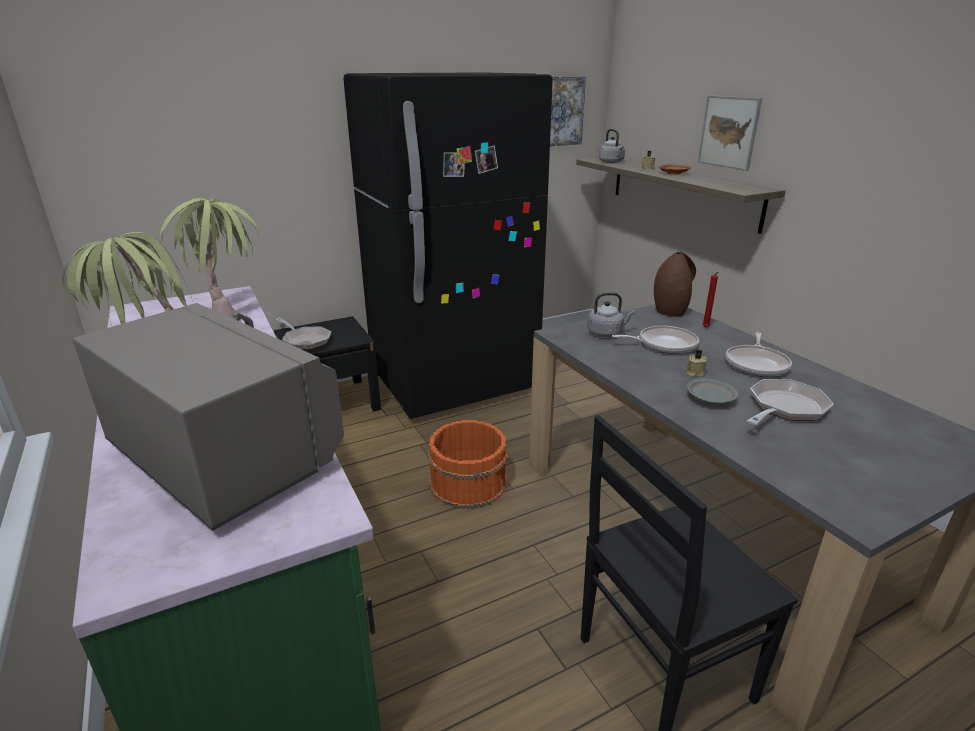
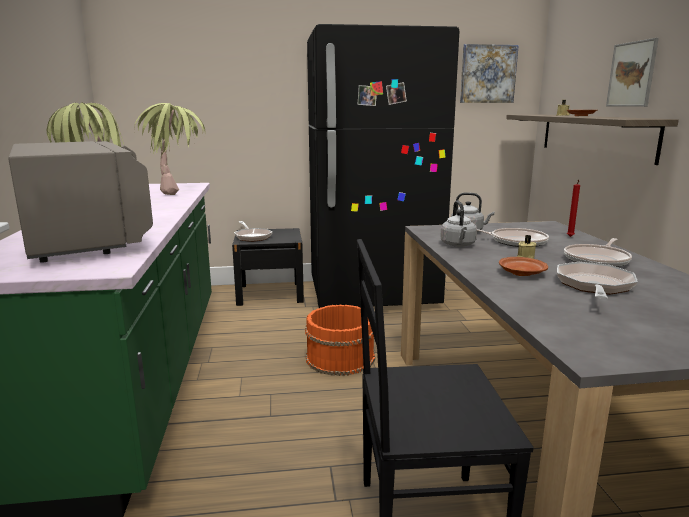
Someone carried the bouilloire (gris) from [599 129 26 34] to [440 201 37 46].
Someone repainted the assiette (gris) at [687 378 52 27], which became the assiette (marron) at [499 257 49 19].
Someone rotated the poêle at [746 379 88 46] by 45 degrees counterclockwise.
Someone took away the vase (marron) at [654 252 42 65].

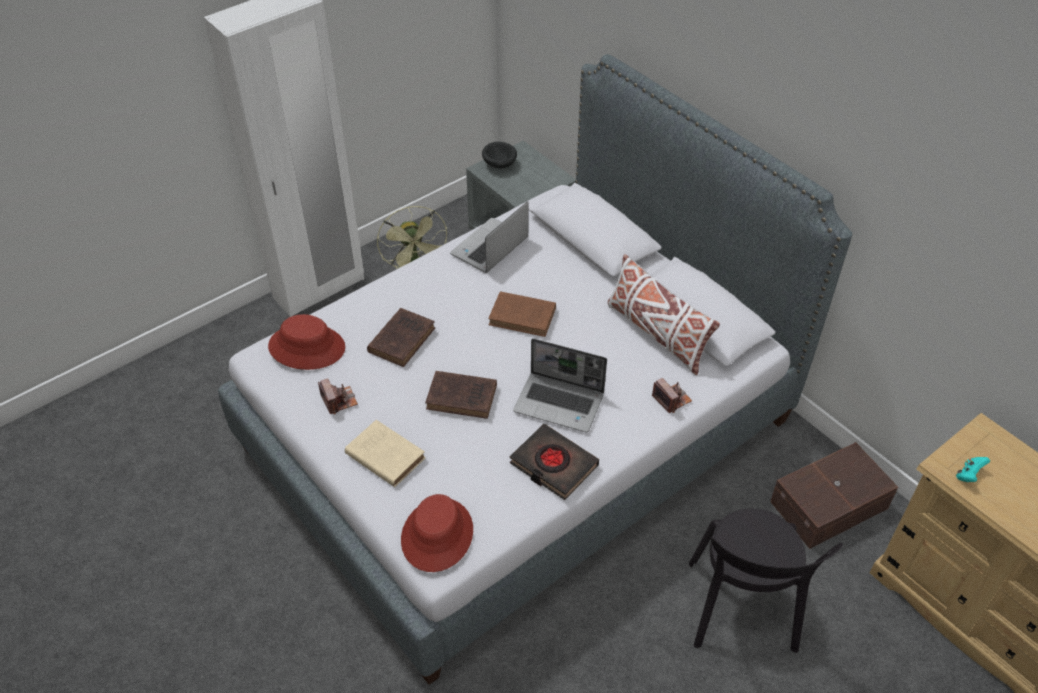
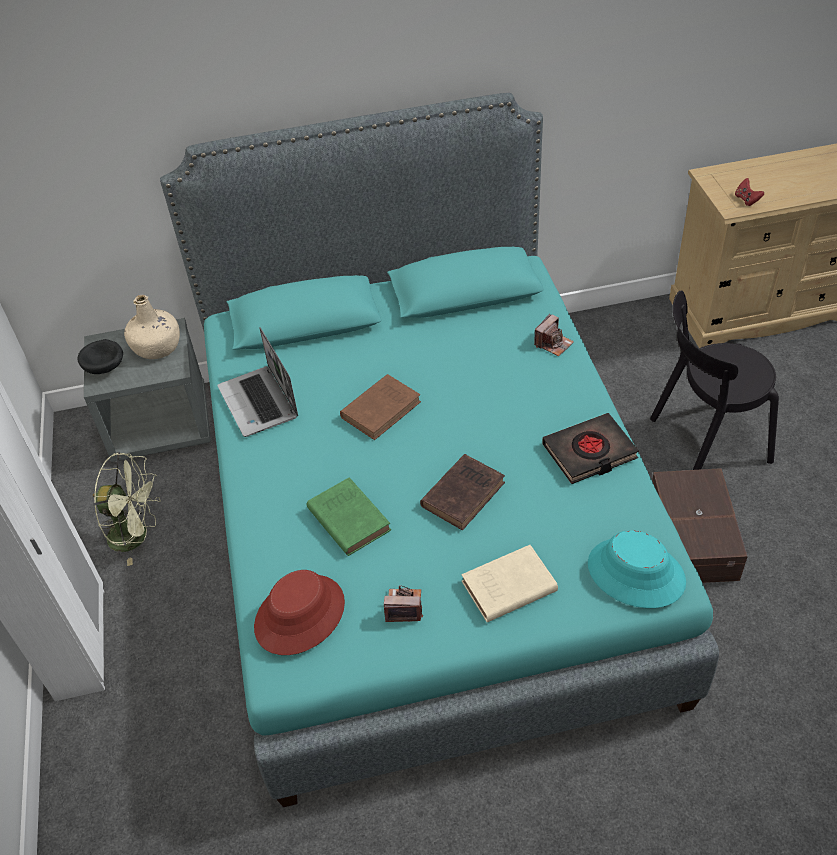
Someone put down the bouteille (beige) at [124 295 56 64].
Someone repainted the lit (gris) at [218 54 634 631], which became the lit (turquoise) at [160 93 559 714].
Someone repainted the livre (marron) at [367 308 69 59], which became the livre (vert) at [307 477 84 79].
Someone rotated the appareil photo at [652 378 40 35] by 135 degrees clockwise.
Someone repainted the chapeau (rouge) at [401 494 72 78], which became the chapeau (turquoise) at [588 530 98 78].
Someone rotated the chaise (noir) at [689 508 154 145] by 135 degrees clockwise.
Someone carried the boîte de rangement (marron) from [770 442 128 107] to [652 468 96 115].
Someone repainted the manette (turquoise) at [956 457 34 25], which became the manette (rouge) at [735 178 29 28].
Someone took away the ordinateur portable at [513 338 94 94].
Someone took away the coussin (blanc) at [608 254 112 121].

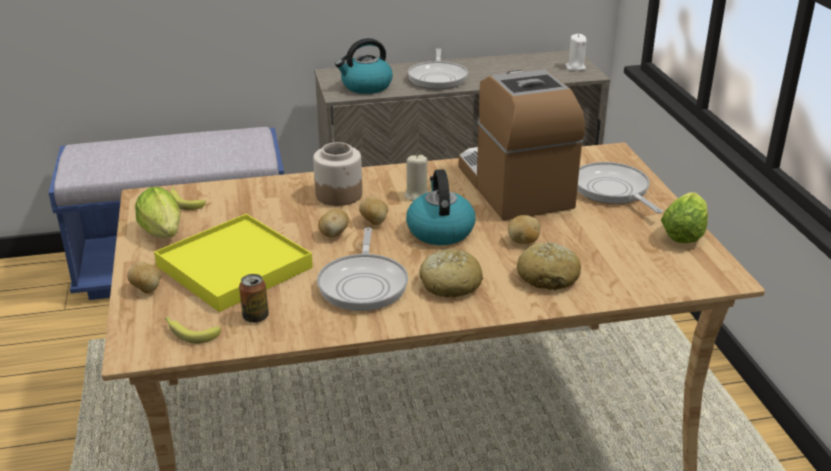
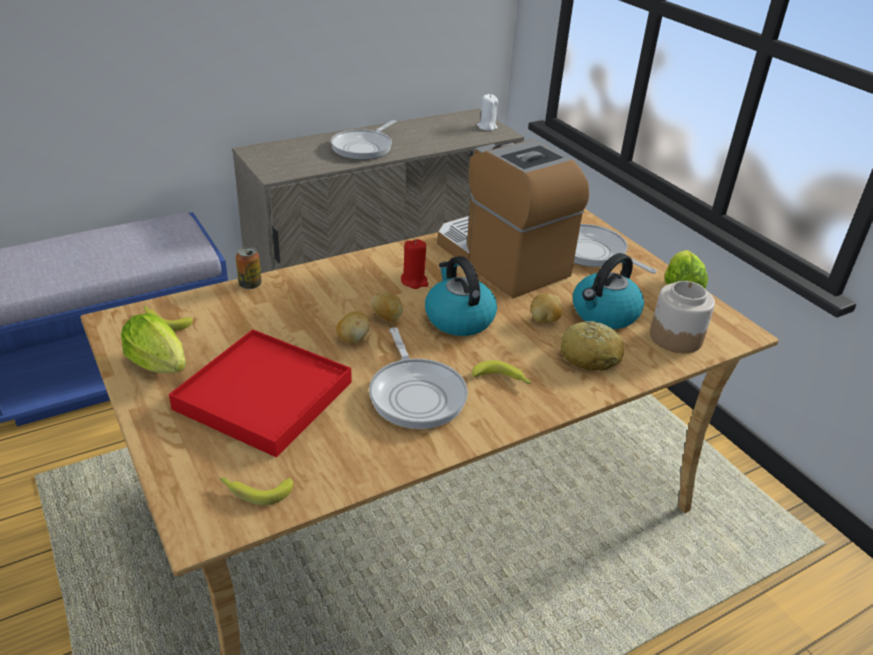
Someone repainted the plateau (jaune) at [154 214 159 98], which became the plateau (rouge) at [169 329 182 128].
Someone carried the boîte métallique from [239 274 30 49] to [236 246 26 43].
Someone rotated the poêle at [408 48 60 41] by 45 degrees clockwise.
Someone repainted the bougie (beige) at [404 154 25 47], which became the bougie (rouge) at [401 239 27 50].
Someone swapped the pain at [419 249 64 49] for the banane at [472 360 60 24].
Someone carried the bouilloire from [335 38 58 56] to [573 253 71 76].
Someone carried the bocal from [313 142 49 64] to [650 281 65 72].
Someone took away the pomme de terre at [127 262 35 31].

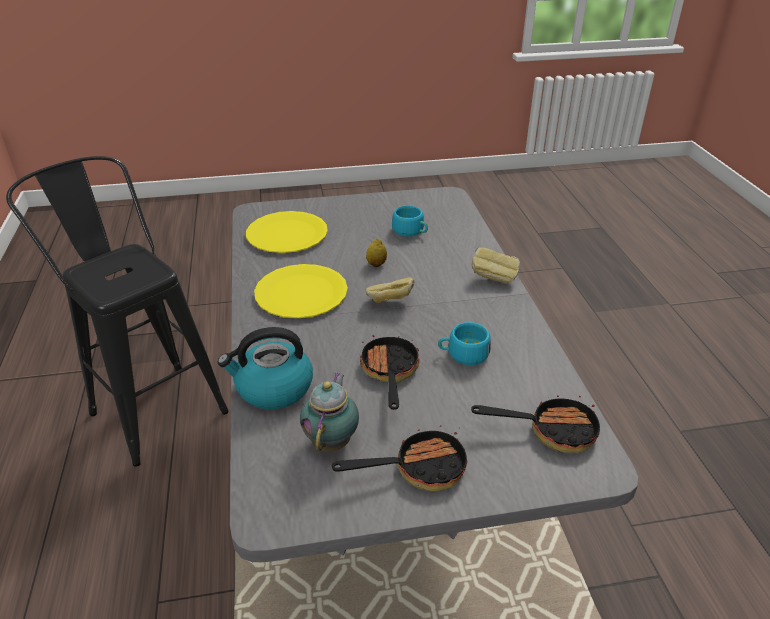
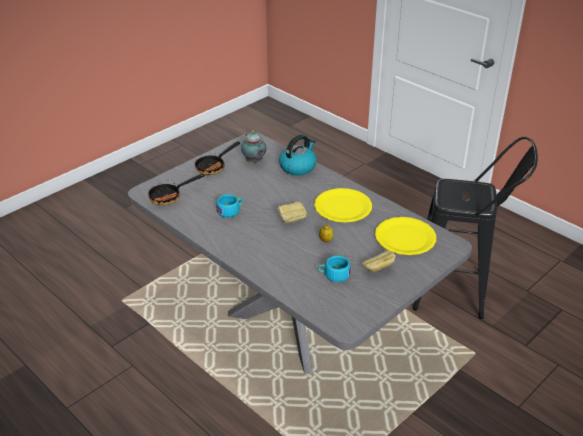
Someone carried the pain from [471 247 49 37] to [362 250 34 22].
Someone took away the poêle at [360 335 60 75].

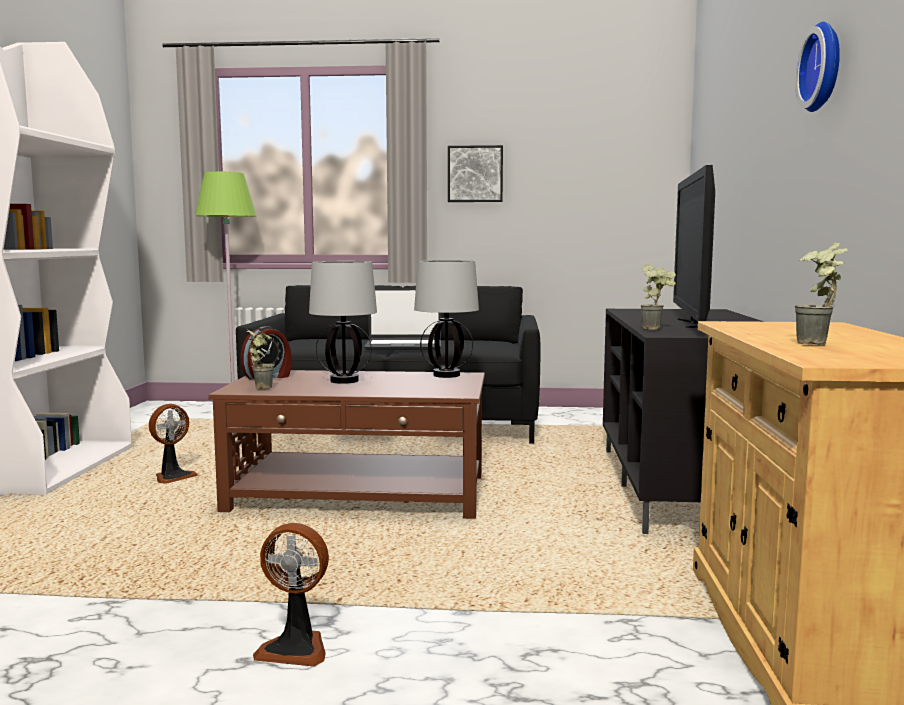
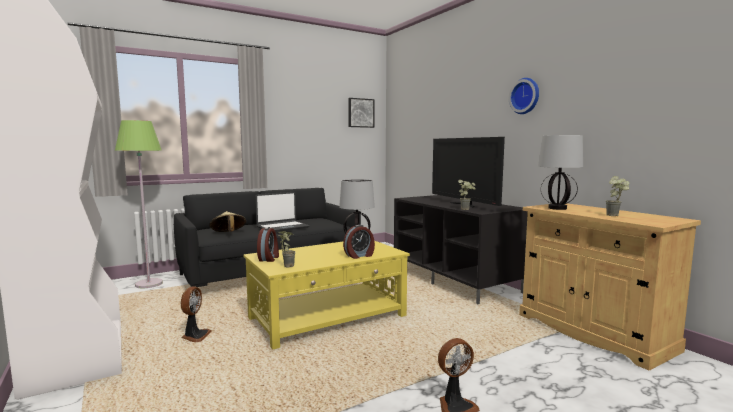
Someone put down the chapeau (beige) at [209 211 37 21].
Someone repainted the table basse (marron) at [208 370 277 149], which became the table basse (jaune) at [243 241 167 109].
Someone put down the réveil at [343 225 32 34].
Someone carried the tableau from [448 145 55 57] to [348 98 27 30].
Someone carried the lampe de table from [309 261 68 123] to [538 135 45 75].

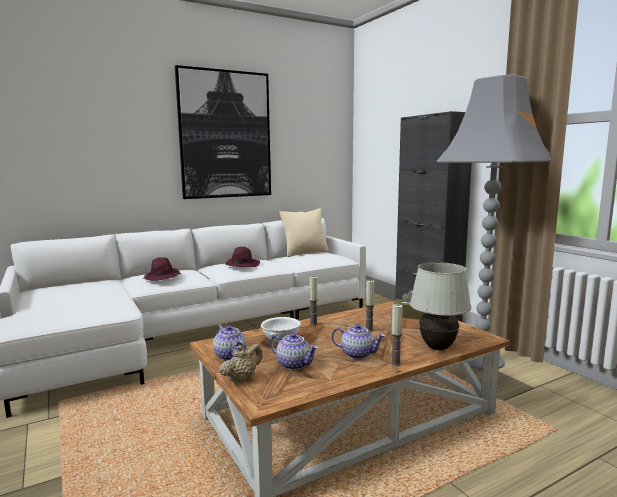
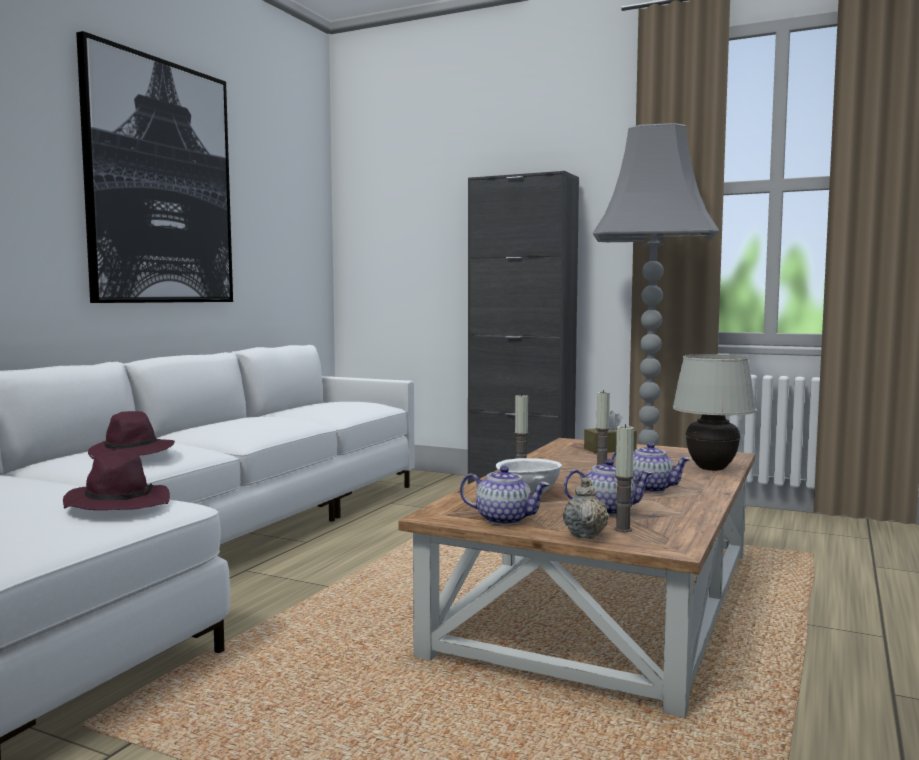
Someone carried the chapeau (violet) from [224 247 36 20] to [63 450 107 60].
Someone rotated the théière at [331 324 54 35] by 45 degrees clockwise.
Someone carried the bougie from [390 304 13 62] to [614 424 20 108].
Someone took away the coussin (beige) at [279 208 50 49].

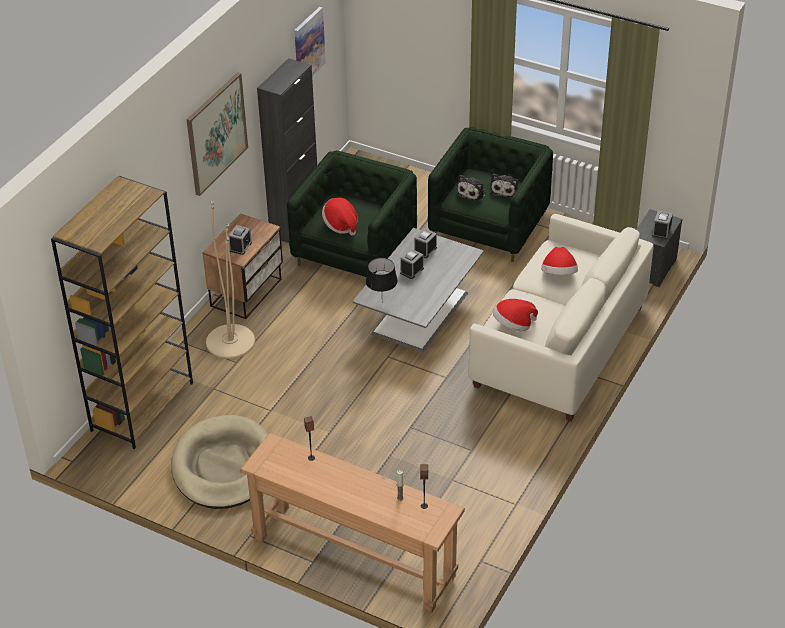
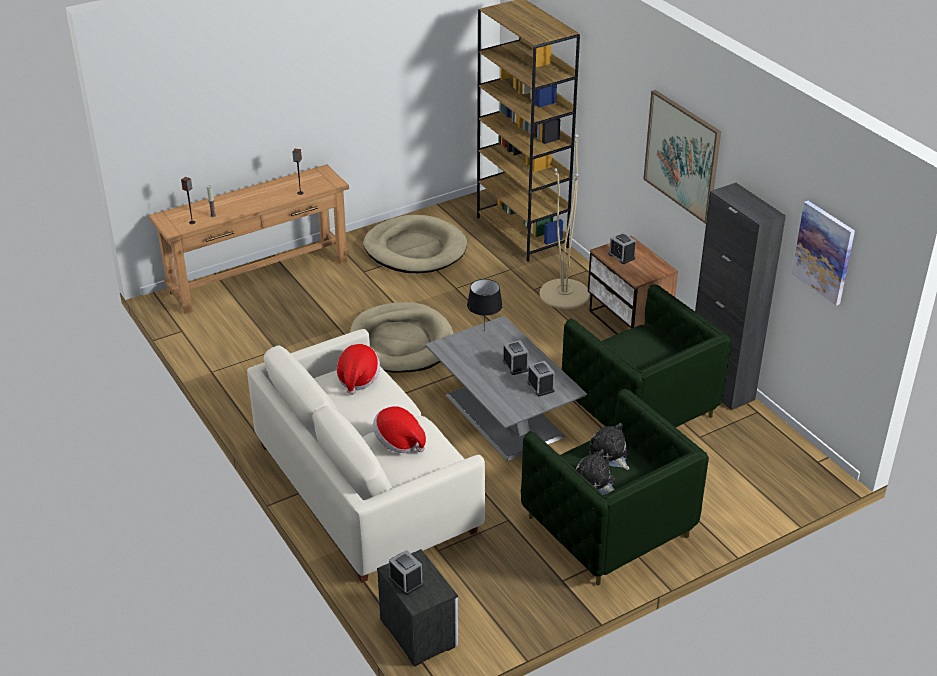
Someone put down the panier pour chien (beige) at [350 302 104 71].
Someone took away the chapeau at [322 198 36 37].

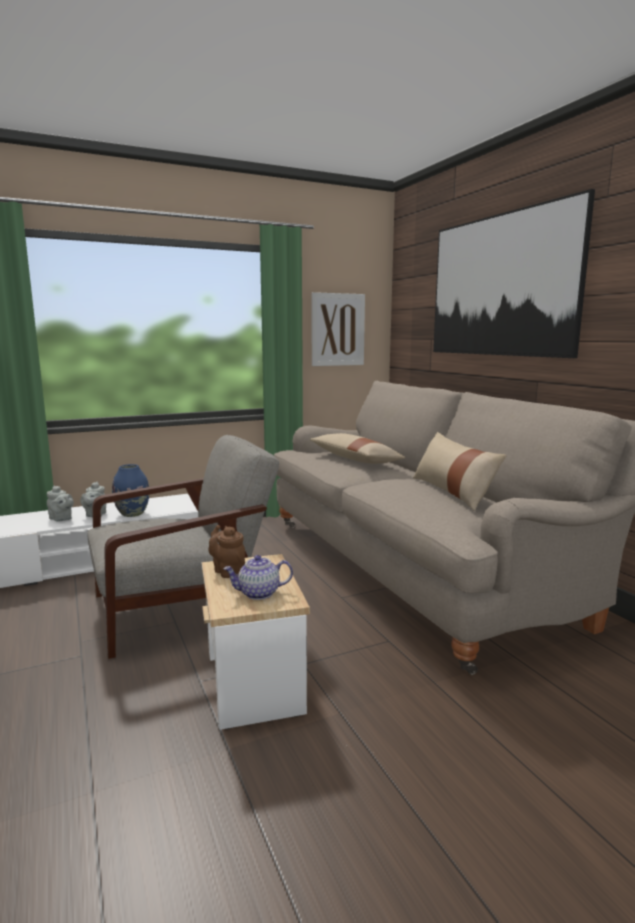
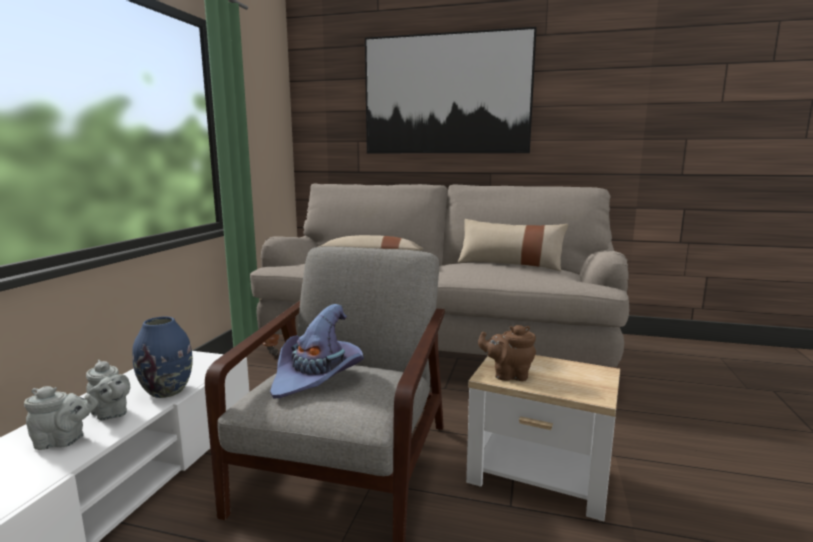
Someone put down the chapeau (violet) at [270 304 94 95].
Someone took away the théière at [223 555 70 45].
Someone took away the tableau at [312 292 53 74].

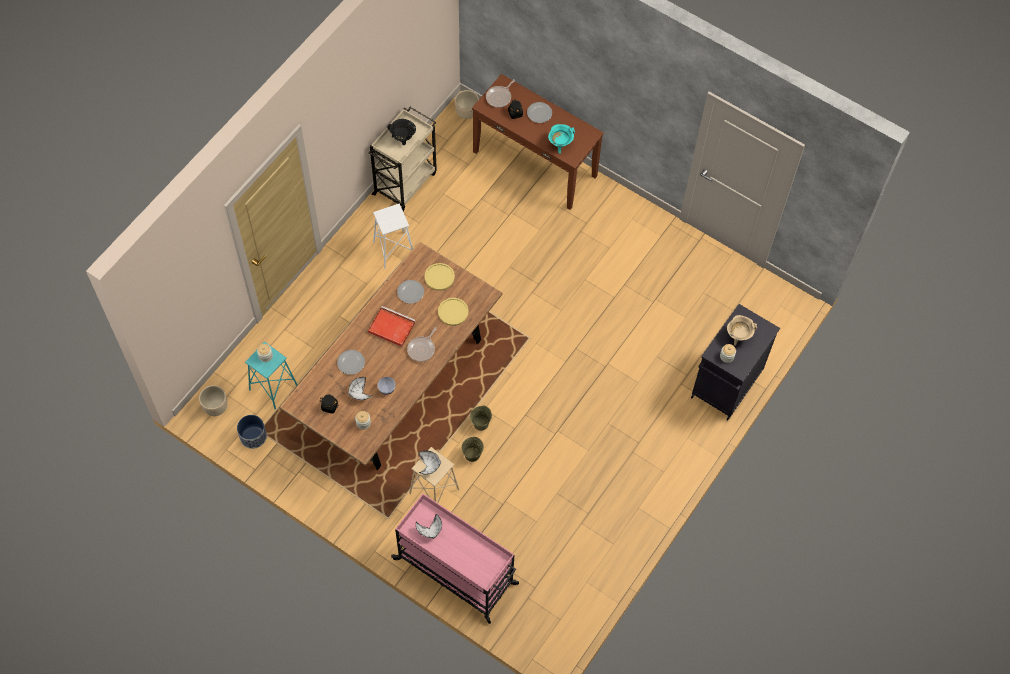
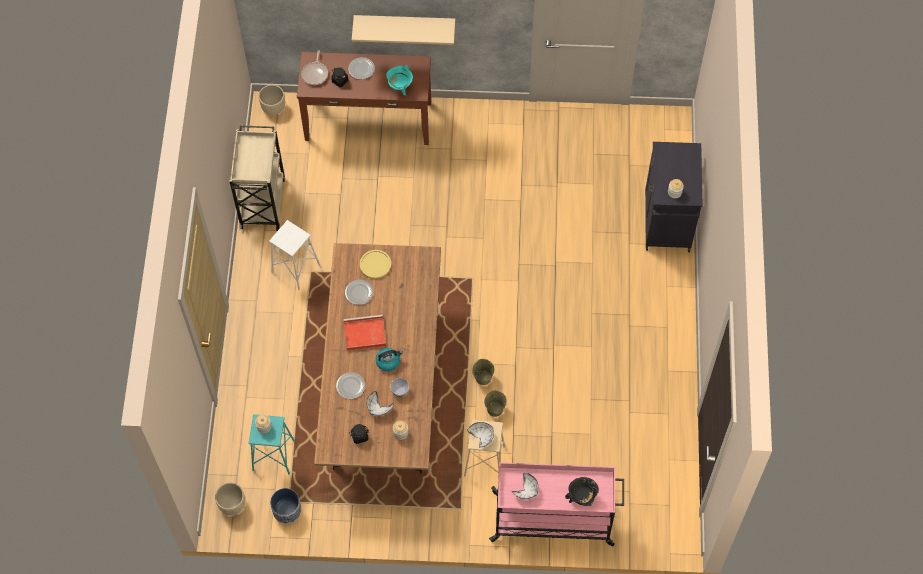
Someone put up the étagère (beige) at [352 15 103 30].
Someone put down the bouilloire at [376 348 27 23].
Someone carried the marmite (noir) from [387 119 29 26] to [565 477 34 29].
Someone took away the poêle at [407 327 30 35].
Someone took away the assiette (jaune) at [438 298 31 28].
Someone took away the marmite (beige) at [727 315 30 31].

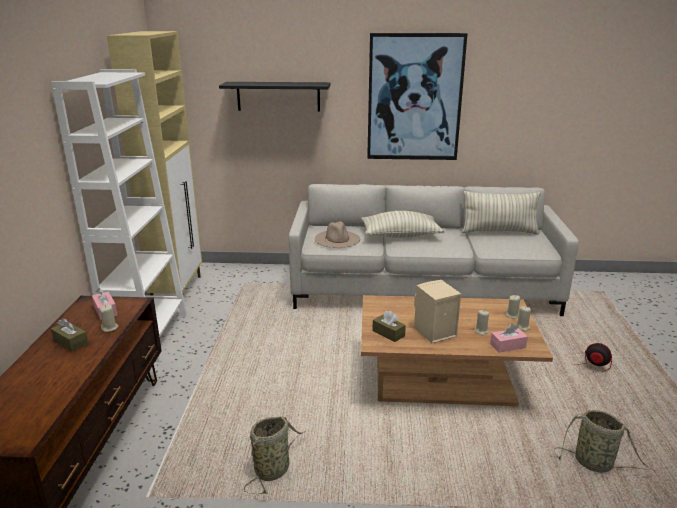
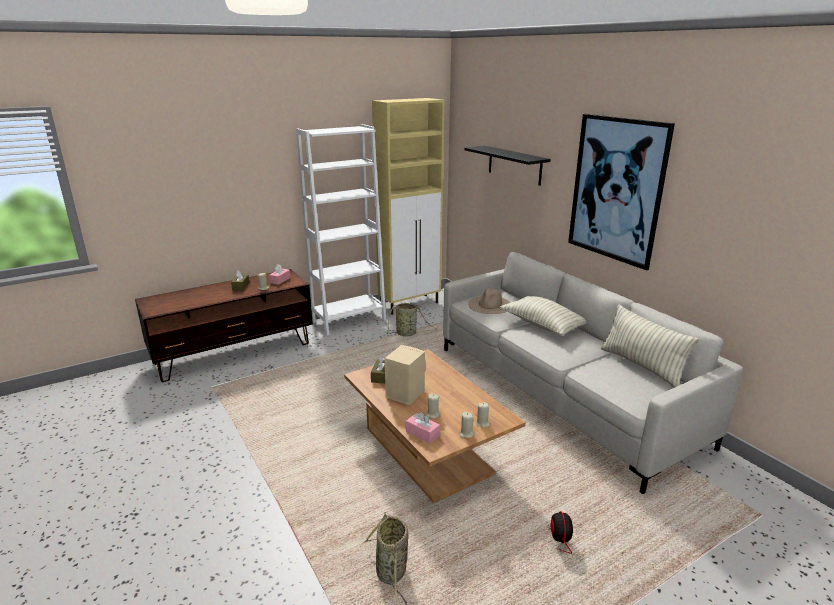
Someone carried the panier from [244 417 63 77] to [385 303 52 33].

